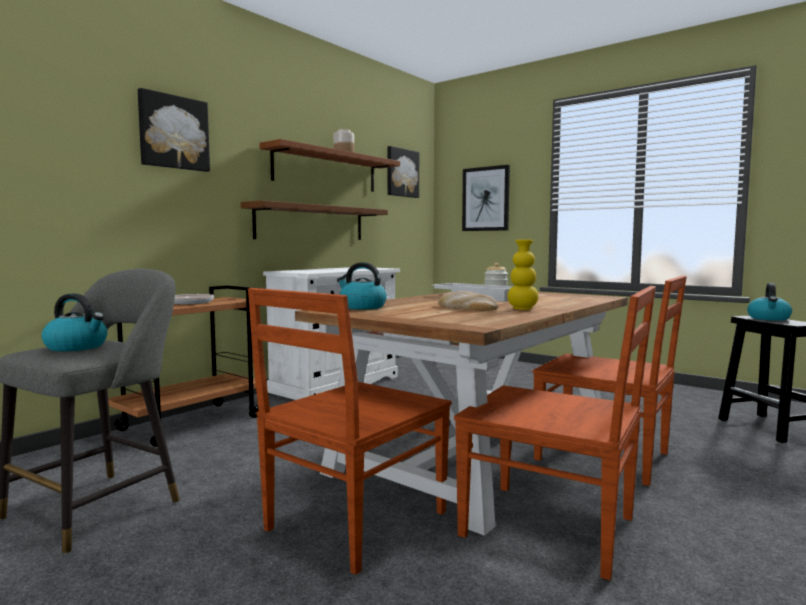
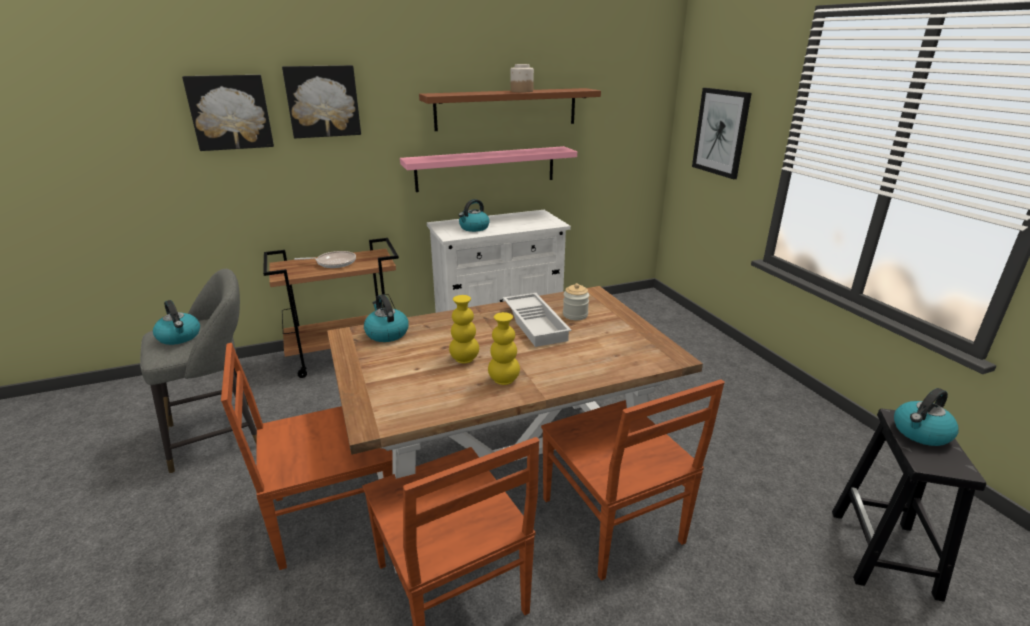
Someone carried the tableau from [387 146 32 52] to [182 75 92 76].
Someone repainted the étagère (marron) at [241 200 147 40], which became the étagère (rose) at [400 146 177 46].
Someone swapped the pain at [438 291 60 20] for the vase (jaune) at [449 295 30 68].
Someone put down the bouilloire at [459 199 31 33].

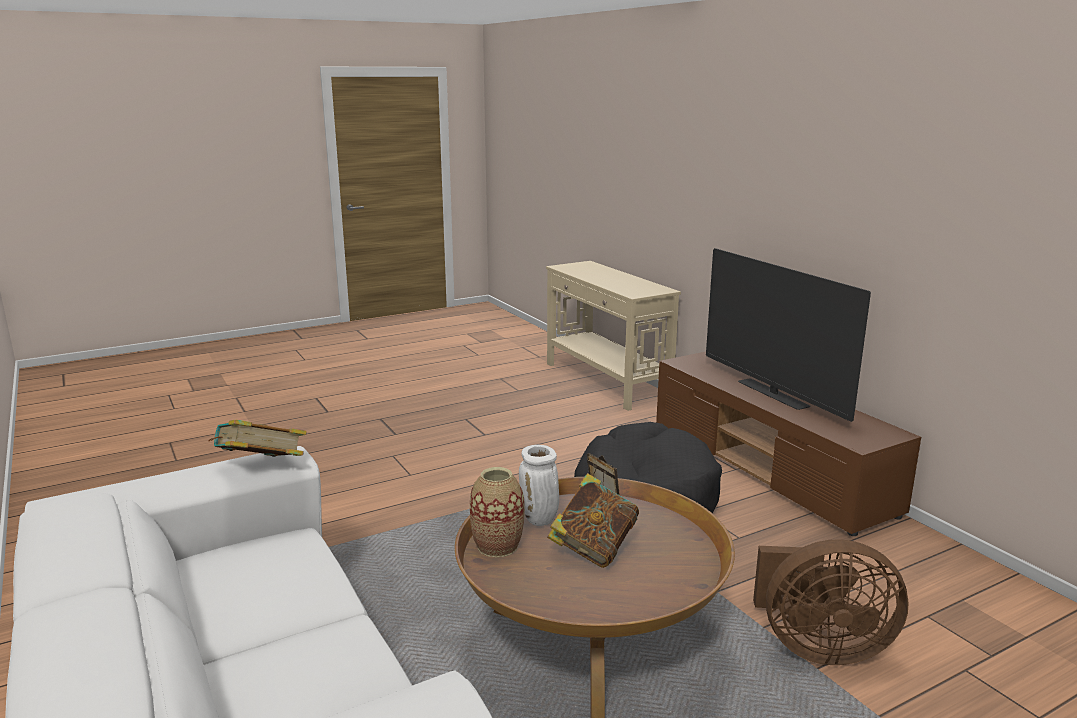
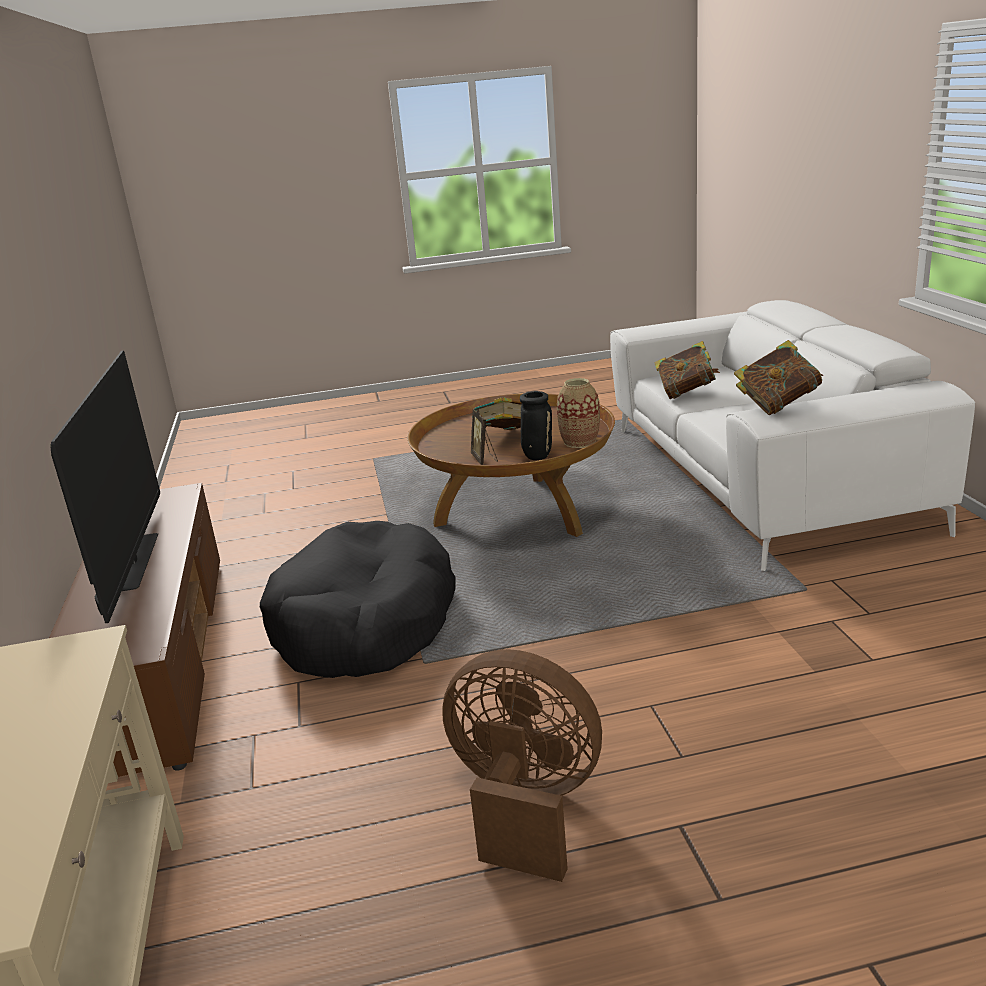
Someone carried the ventilateur (marron) from [753 539 156 126] to [442 649 160 233].
Someone repainted the vase (blanc) at [519 445 40 81], which became the vase (noir) at [520 391 32 69].
Someone put down the livre at [654 341 66 58].

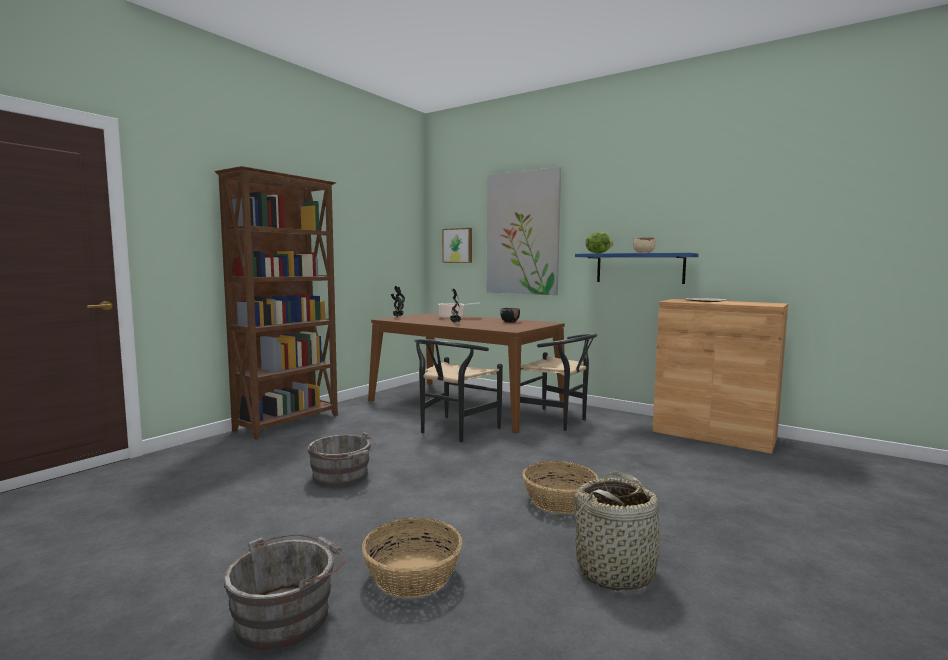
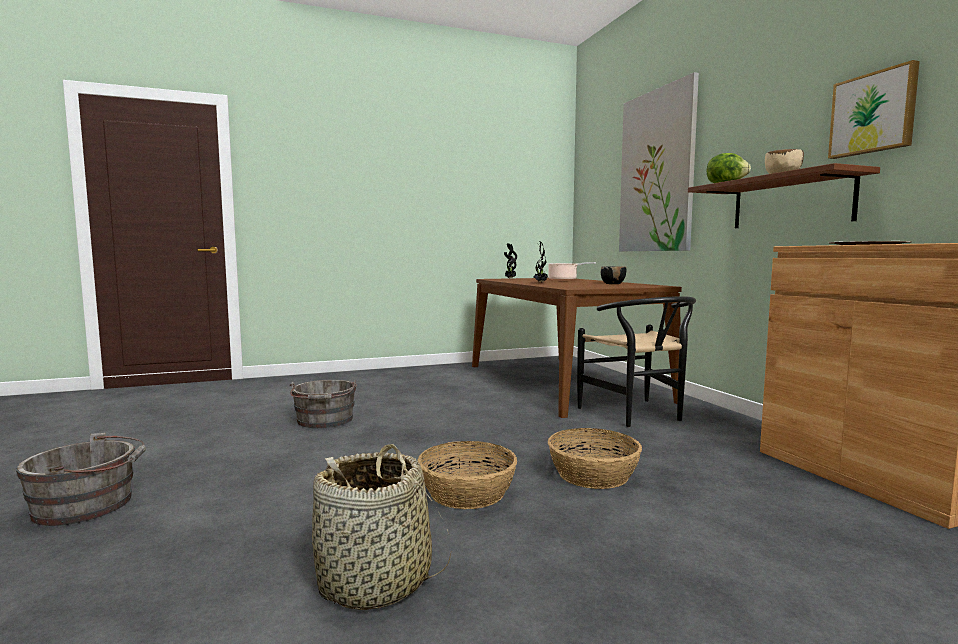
Someone carried the panier from [362 518 100 80] to [548 428 94 61].
Someone repainted the étagère (bleu) at [575 253 124 31], which became the étagère (marron) at [688 163 192 65].
Someone carried the tableau from [442 228 30 35] to [828 60 92 99].
Someone took away the bibliothèque (marron) at [215 166 123 274].
Someone took away the chaise (noir) at [414 338 89 104].

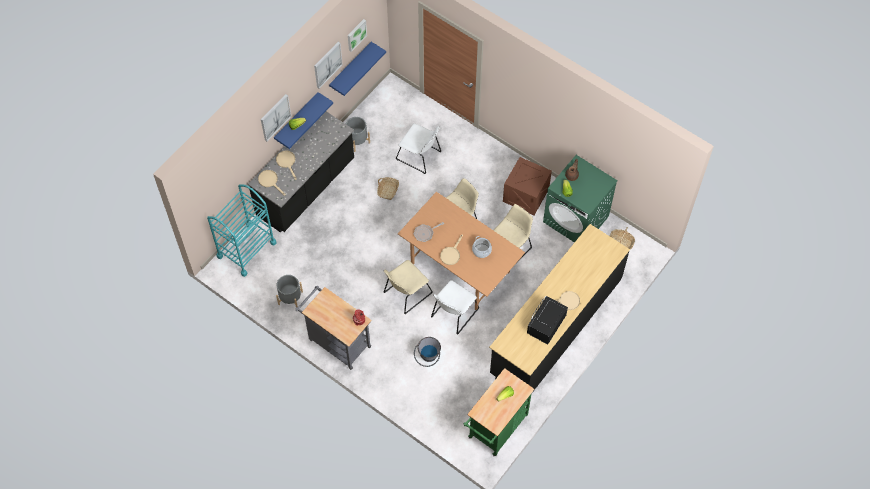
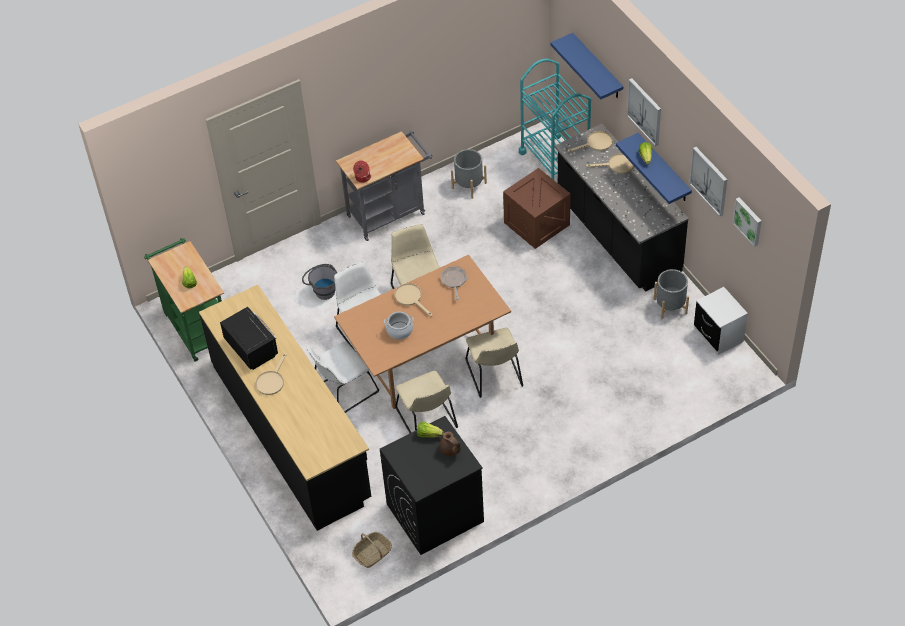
Someone carried the chaise (blanc) from [396 124 45 50] to [306 342 73 71].
Someone repainted the lave-linge (vert) at [543 155 75 88], which became the lave-linge (noir) at [380 416 104 139].
Someone carried the caisse from [503 157 49 58] to [503 168 68 81].
Someone carried the étagère (bleu) from [329 42 57 54] to [551 33 72 67].
Someone put down the table de chevet (blanc) at [694 287 54 68].
Someone took away the panier at [377 177 22 23].

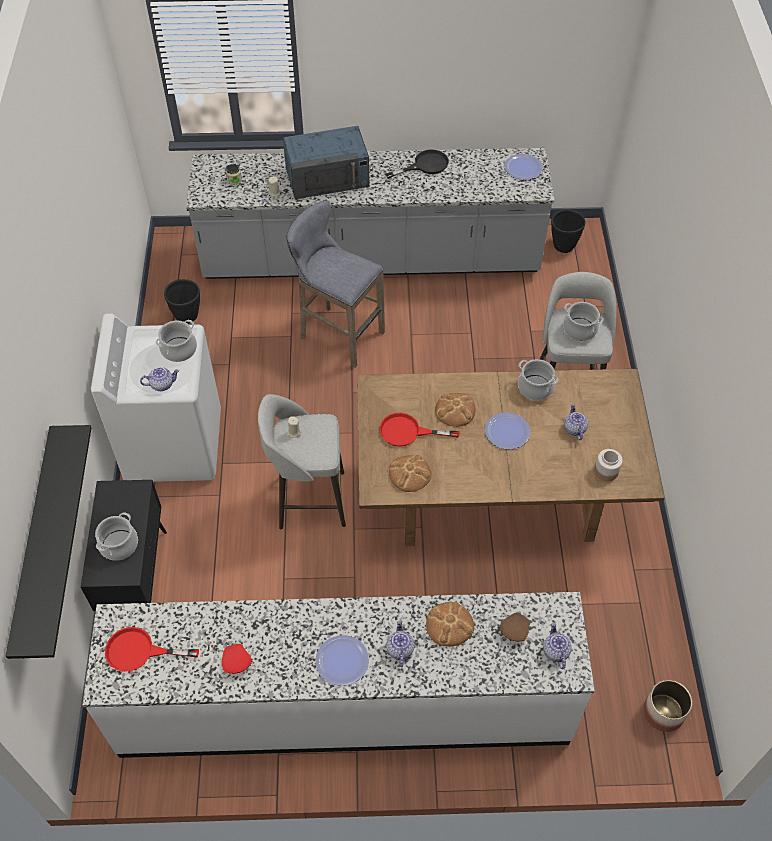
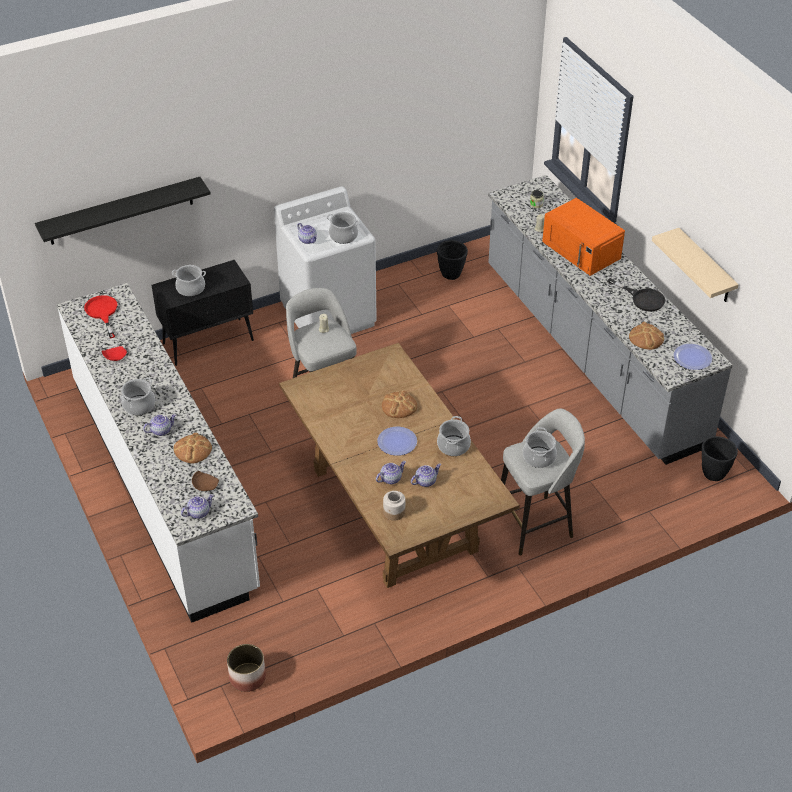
Someone swapped the assiette at [316 635 53 51] for the marmite at [120 377 35 38].
Someone put down the théière at [376 461 30 23].
Someone repainted the micro-ondes (bleu) at [283 126 86 73], which became the micro-ondes (orange) at [542 198 83 78].
Someone carried the pain from [389 455 42 37] to [629 322 35 28].
Someone put up the étagère (beige) at [652 228 87 74].
Someone took away the tabouret (gris) at [286 200 99 168].
Someone took away the poêle (rouge) at [379 413 81 34].

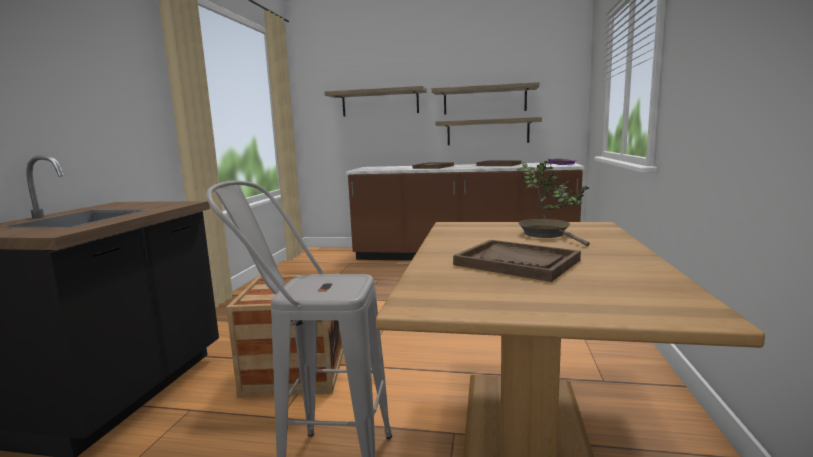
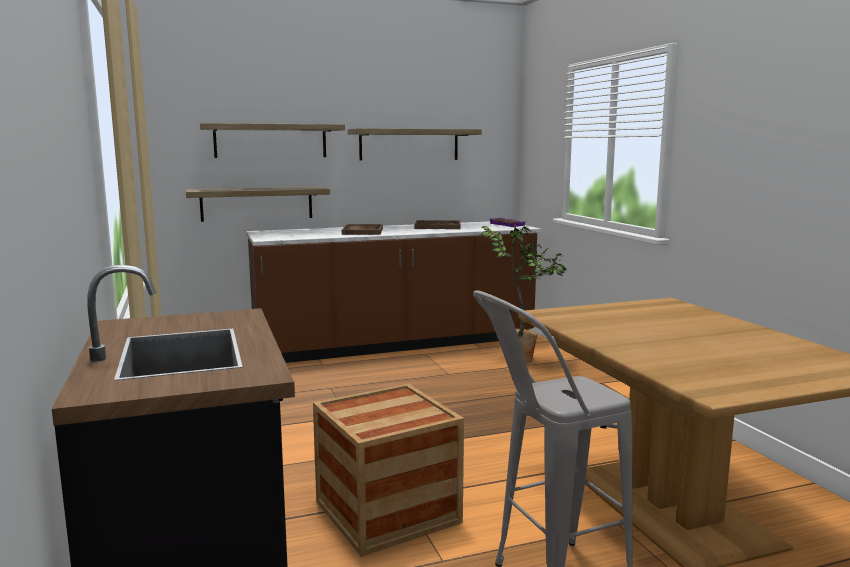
Someone carried the étagère from [436 117 106 28] to [186 187 144 35].
Someone took away the plateau (marron) at [453 240 128 42].
Someone took away the poêle (marron) at [518 219 72 27].

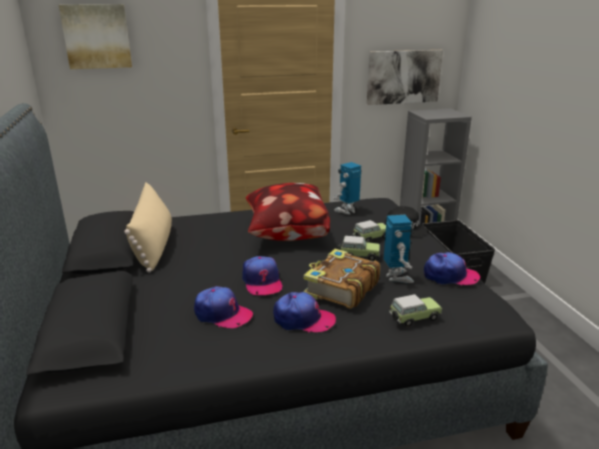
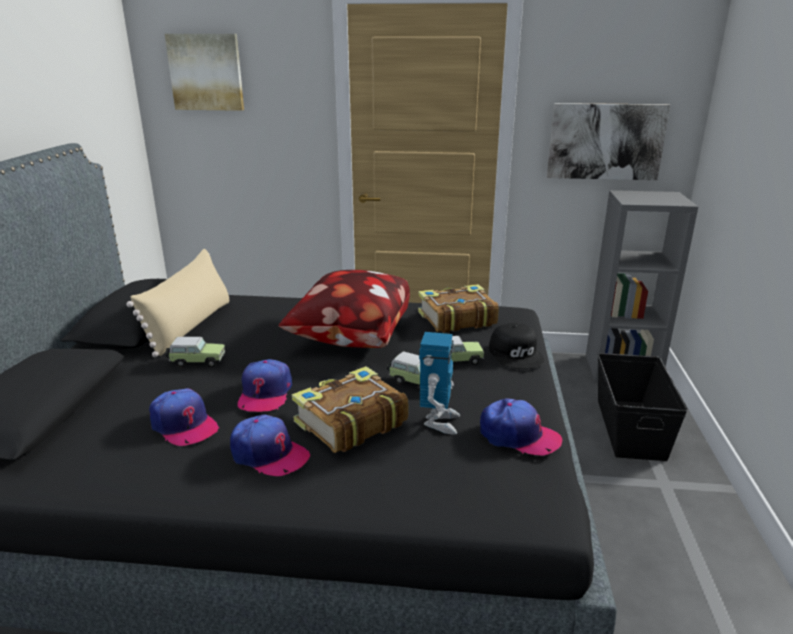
Someone carried the petite voiture from [389 294 53 33] to [166 337 59 30].
Someone swapped the robot jouet at [334 162 28 52] for the livre at [418 284 81 49].

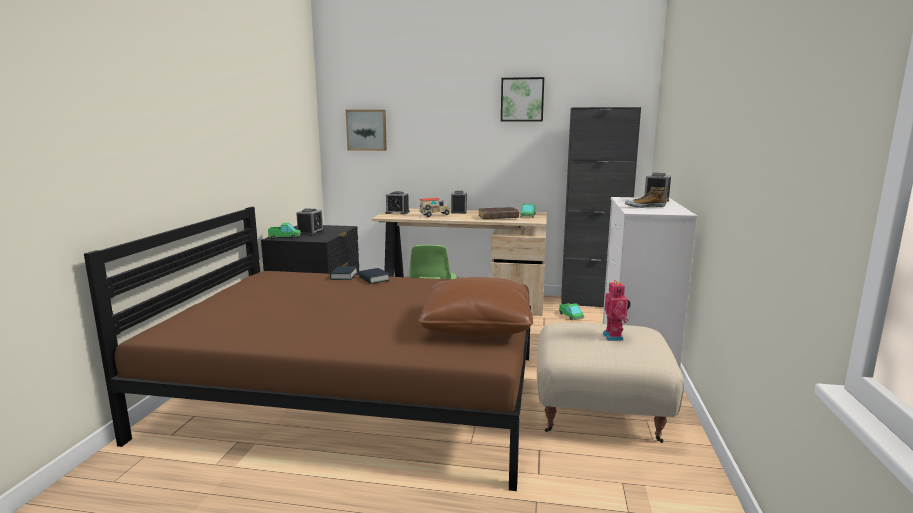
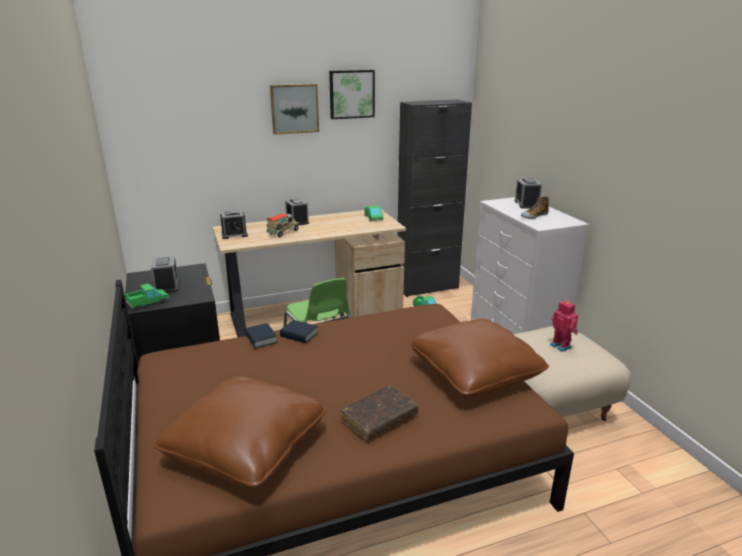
Someone put down the coussin (marron) at [153 376 173 111].
Someone carried the tableau from [346 110 41 41] to [270 84 49 51].
Someone carried the livre (marron) from [478 207 41 13] to [340 385 78 55].

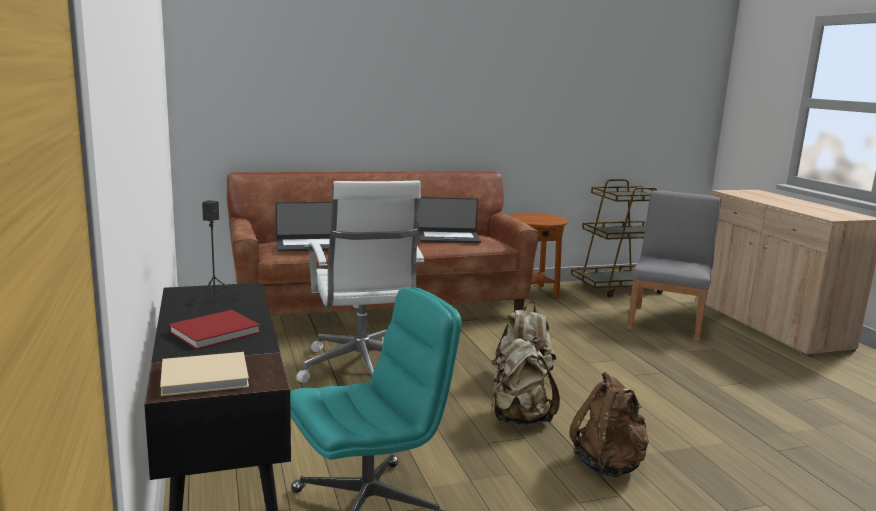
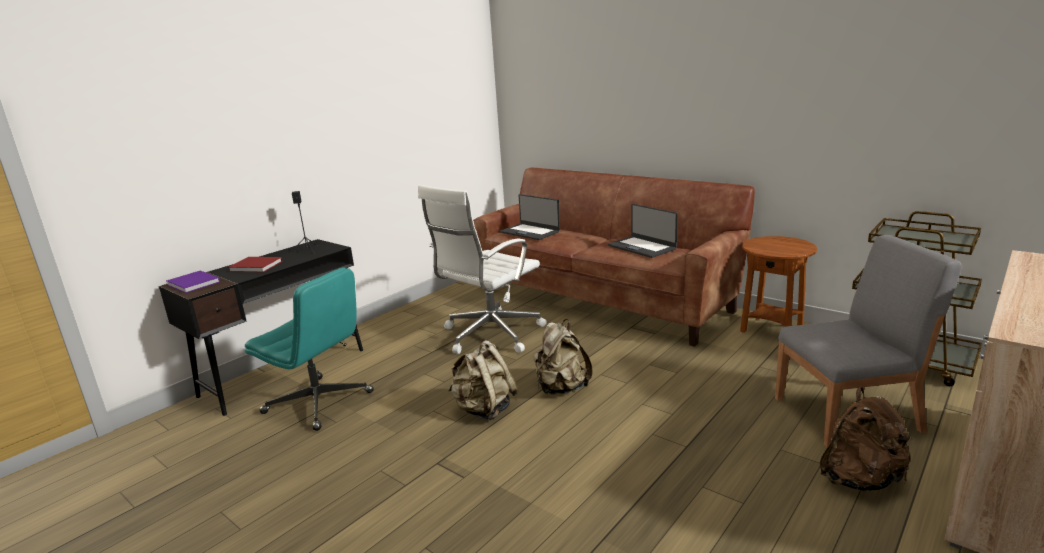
Someone repainted the livre (beige) at [160 352 89 44], which became the livre (violet) at [166 271 54 22].
Someone carried the sac à dos (marron) from [569 372 80 106] to [819 387 94 104].

